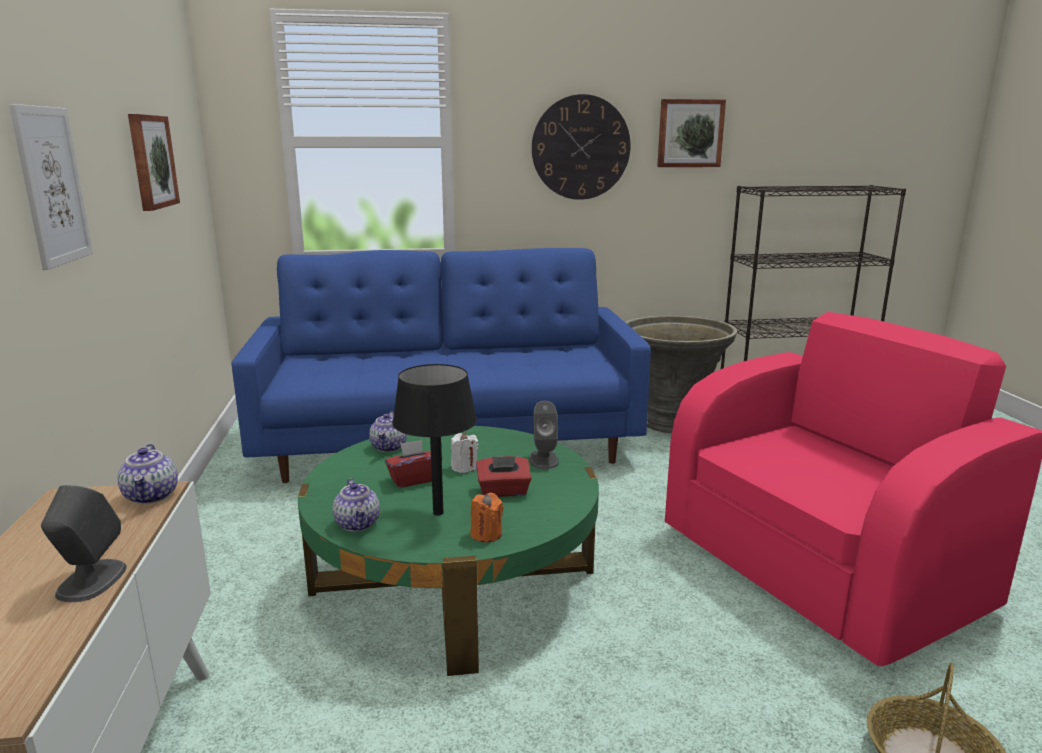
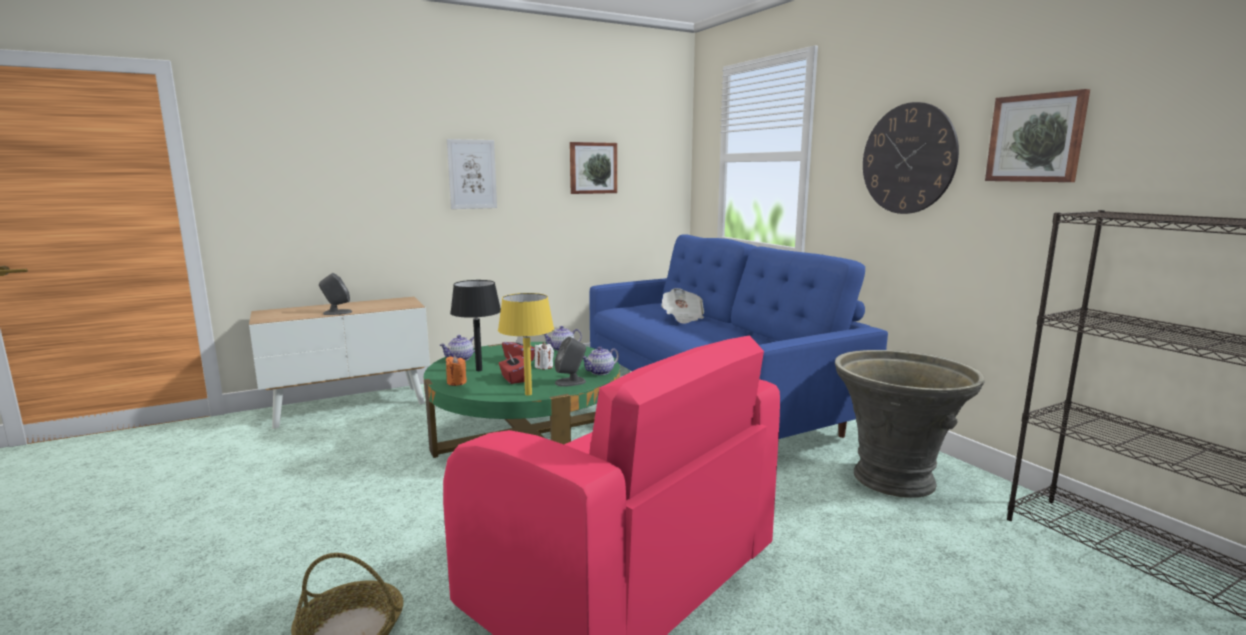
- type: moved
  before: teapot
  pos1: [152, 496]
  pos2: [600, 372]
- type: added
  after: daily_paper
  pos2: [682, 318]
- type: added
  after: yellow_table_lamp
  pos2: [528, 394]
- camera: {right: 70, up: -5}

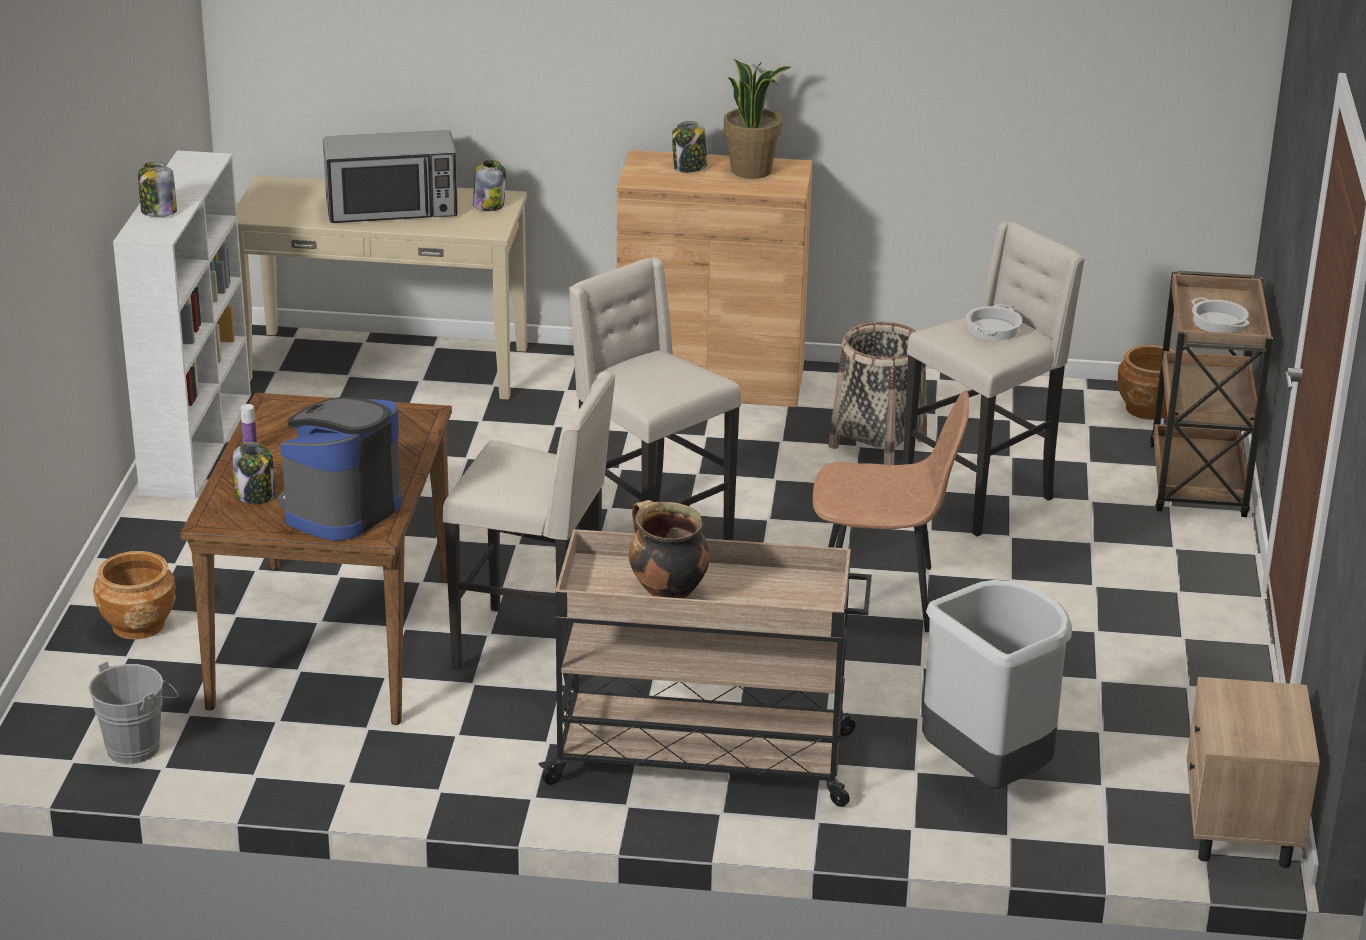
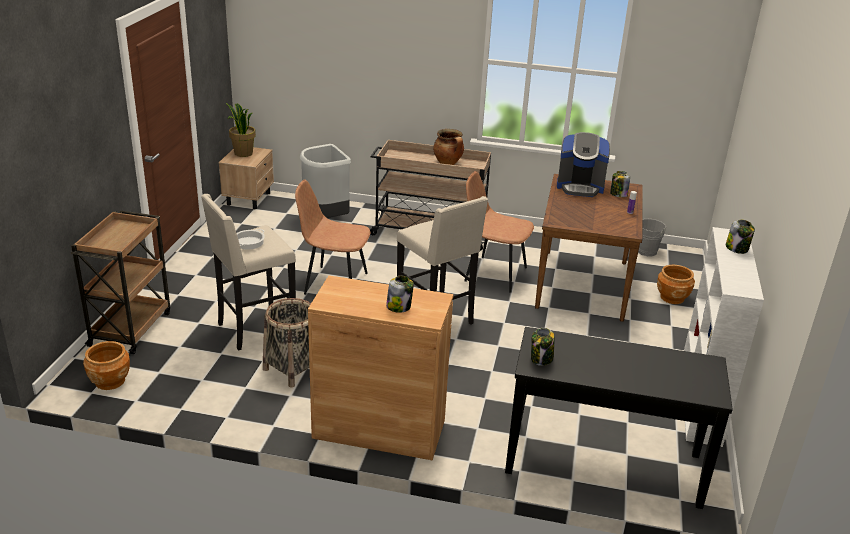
- type: moved
  before: houseplant
  pos1: [752, 170]
  pos2: [243, 153]
- type: removed
  before: kitchen_microwave
  pos1: [392, 209]
- type: recoloured
  before: sand-coloured_hall_table
  after: black_hall_table
  pos1: [386, 364]
  pos2: [603, 464]
- type: removed
  before: cooking_pot
  pos1: [1219, 322]
- type: replaced
  before: sand-coloured_stool
  after: brown_plain_chair
  pos1: [534, 649]
  pos2: [494, 274]
- type: turned
  before: coffee_machine
  pos1: [341, 509]
  pos2: [580, 187]
  turn: 60
- camera: {right: -175, up: 0}

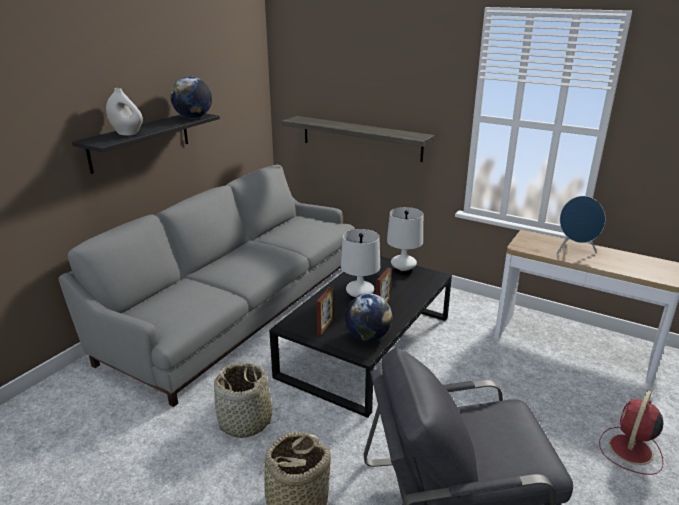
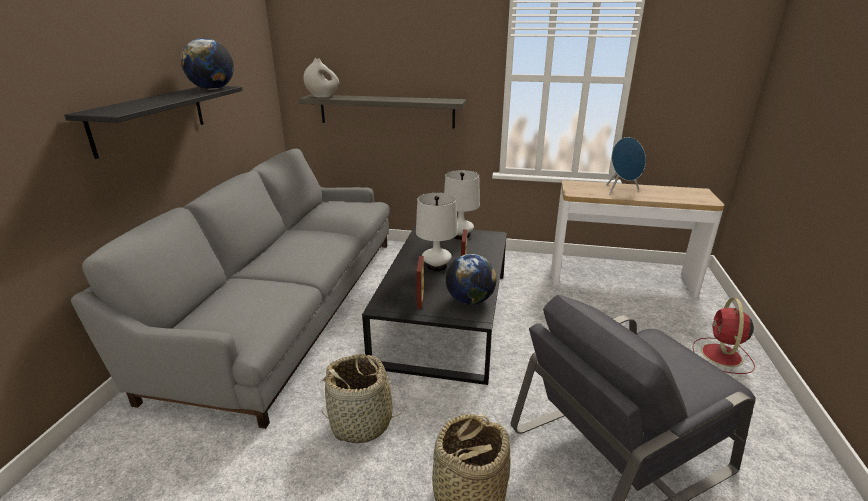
- type: moved
  before: whitish_decorative_vase
  pos1: [127, 133]
  pos2: [322, 96]
- camera: {right: -20, up: 0}

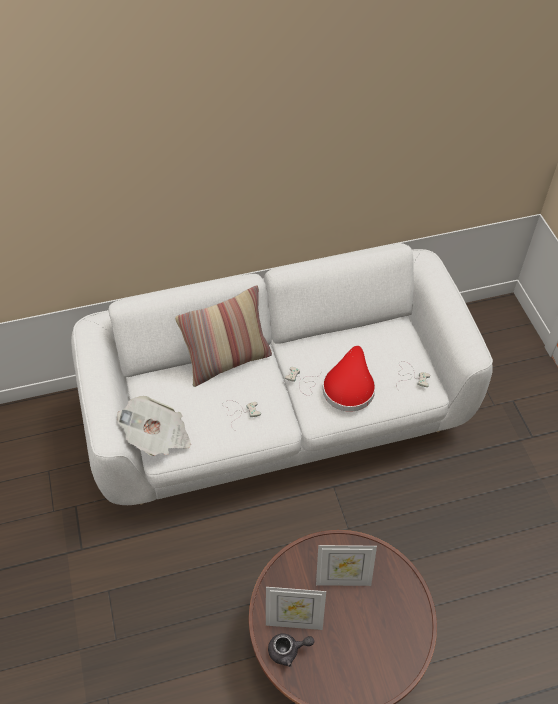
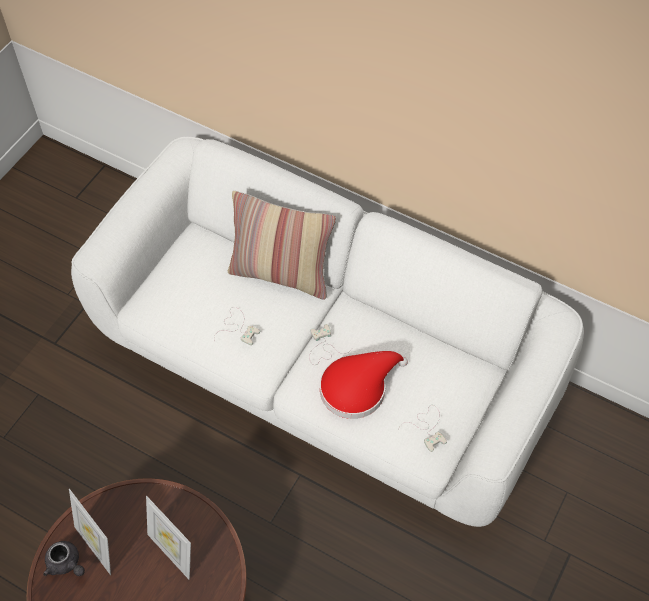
- type: removed
  before: daily_paper
  pos1: [158, 437]
- camera: {right: 45, up: 5}

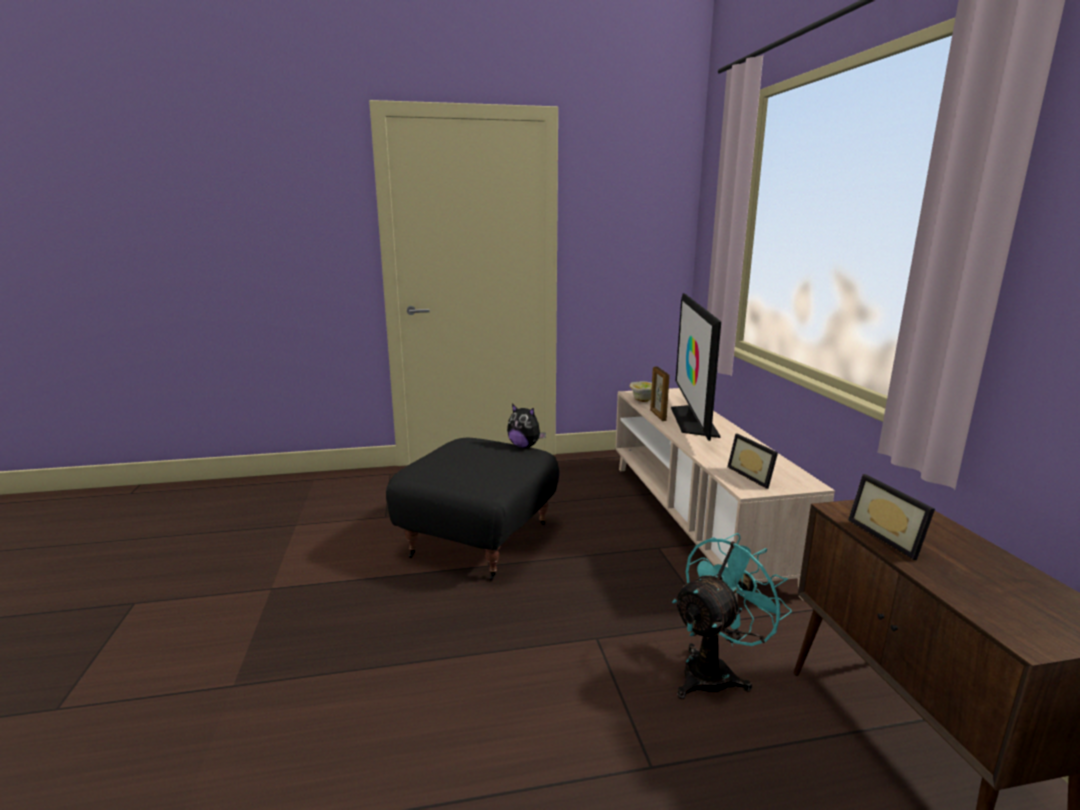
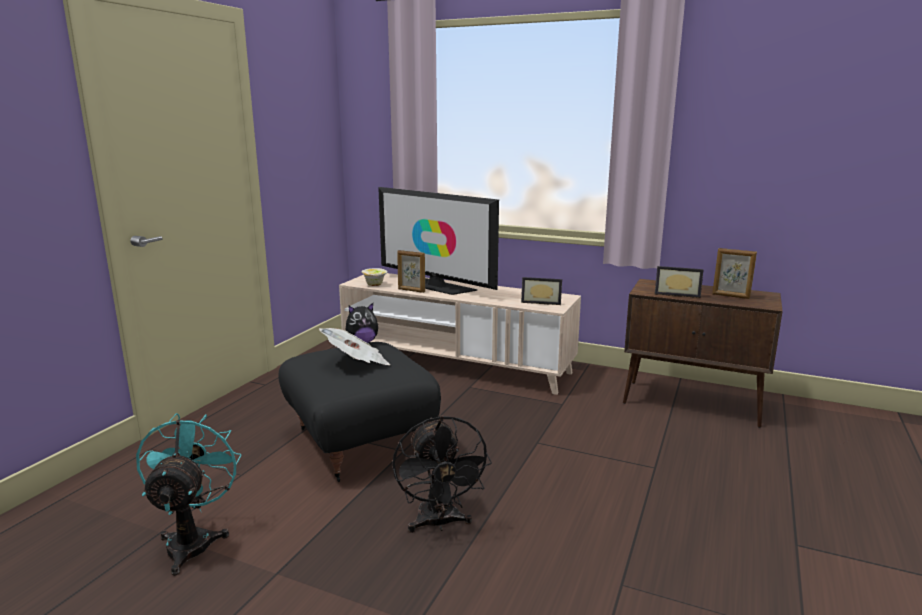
- type: moved
  before: turquoise-coloured_fan
  pos1: [715, 672]
  pos2: [193, 540]
- type: added
  after: photo_frame
  pos2: [730, 296]
- type: added
  after: daily_paper
  pos2: [356, 363]
- type: added
  after: black_fan
  pos2: [439, 523]
- camera: {right: -55, up: 0}

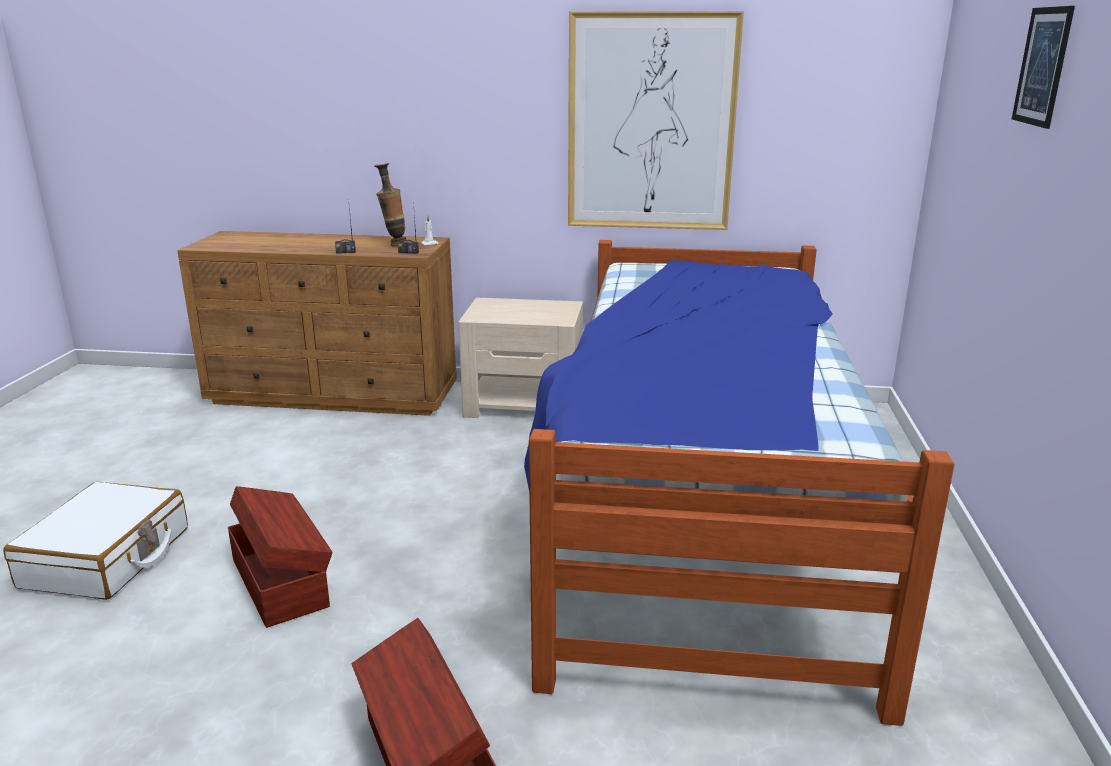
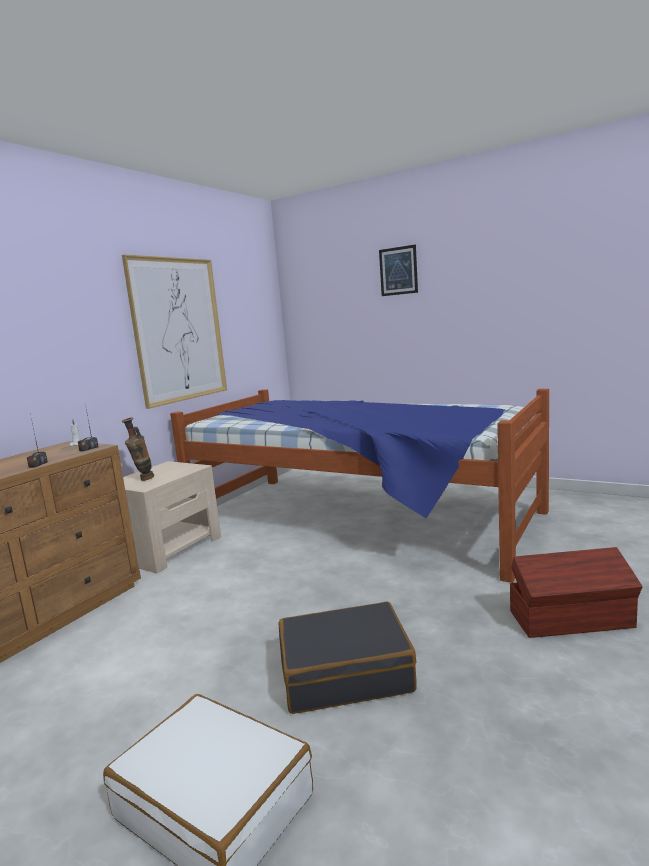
- type: moved
  before: decorative_vase
  pos1: [394, 245]
  pos2: [143, 480]
- type: replaced
  before: brown_storage_bin
  after: black_suitcase
  pos1: [281, 581]
  pos2: [345, 672]
- camera: {right: -65, up: -10}

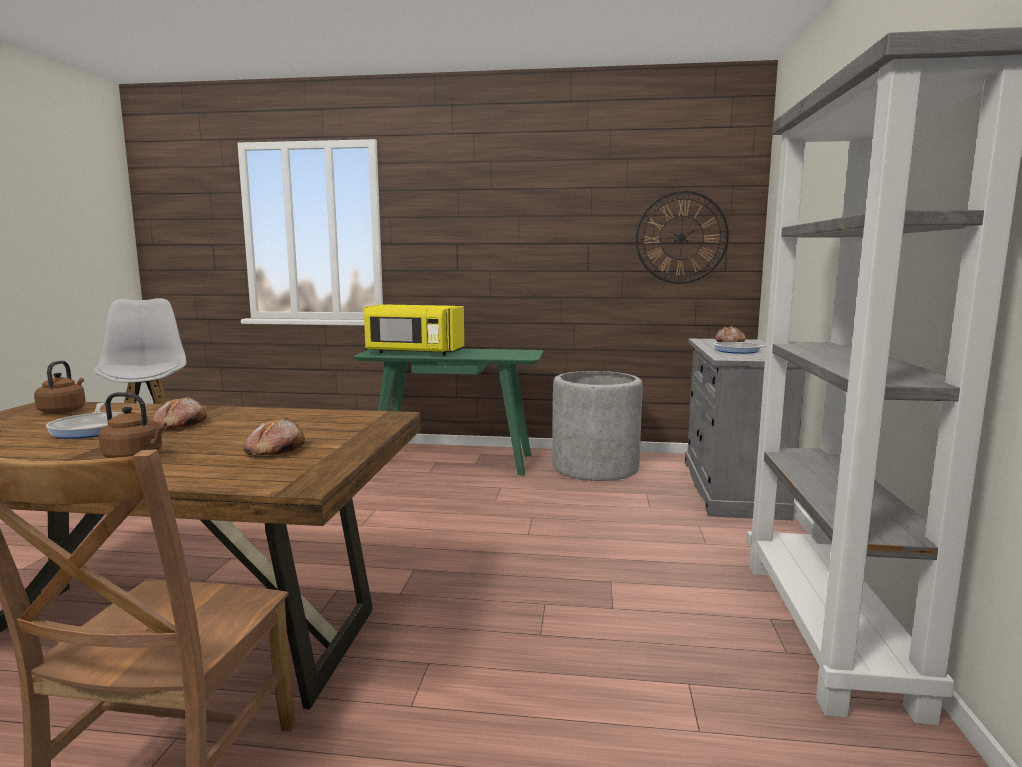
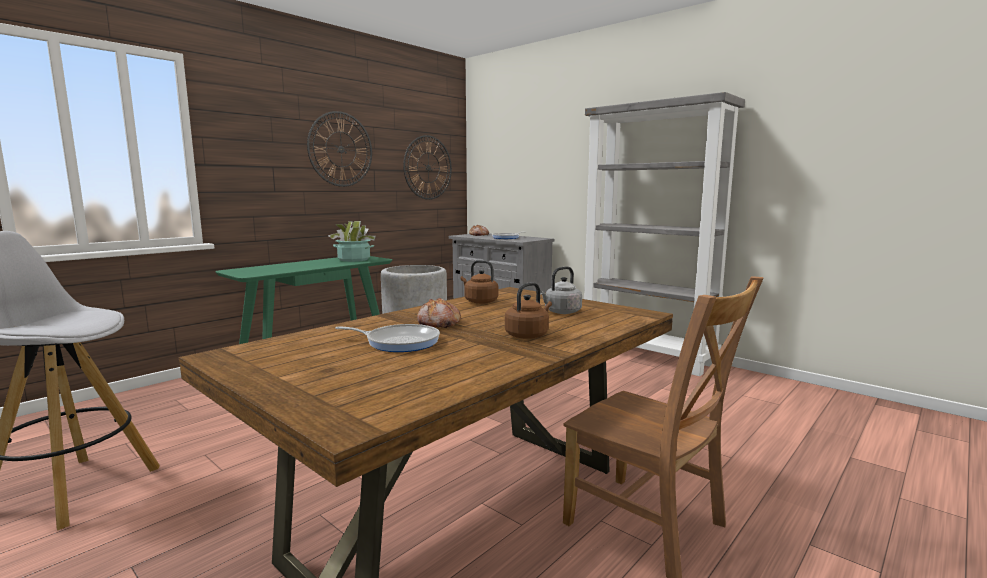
- type: removed
  before: yellow_kitchen_microwave
  pos1: [413, 352]
- type: moved
  before: brown_kettle
  pos1: [64, 411]
  pos2: [479, 301]
- type: replaced
  before: baked_bread
  after: grey_kettle
  pos1: [274, 450]
  pos2: [561, 312]
- type: added
  after: clock_on_the_wall
  pos2: [341, 149]
- type: added
  after: houseplant
  pos2: [354, 259]
- camera: {right: -55, up: 0}

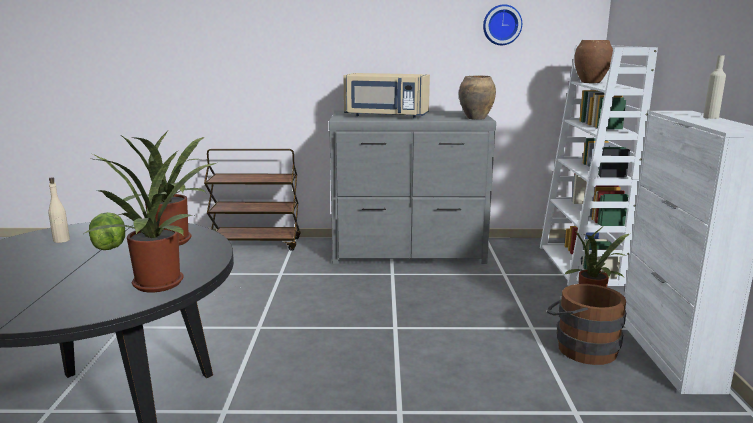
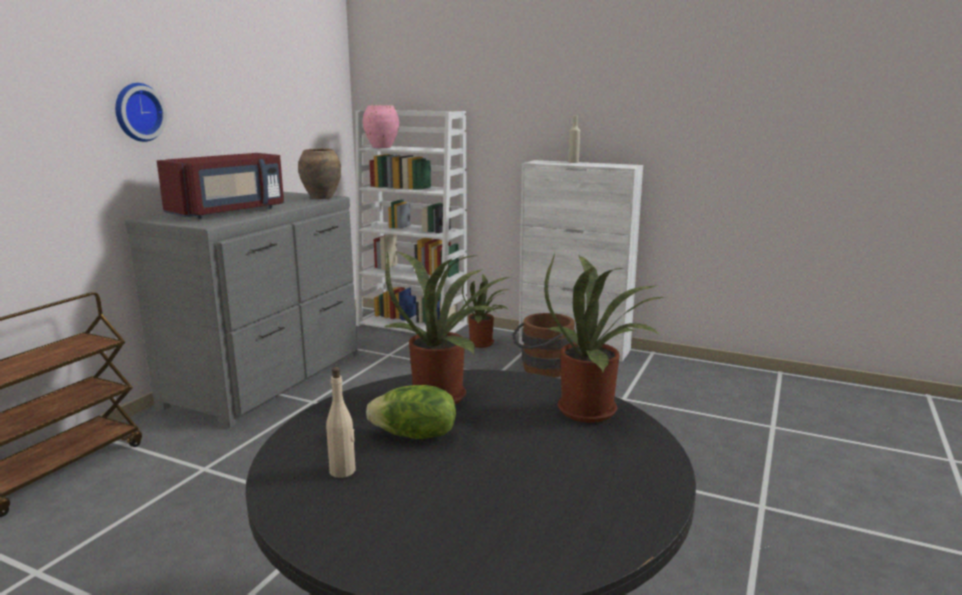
- type: moved
  before: clock_on_the_wall
  pos1: [501, 25]
  pos2: [137, 112]
- type: recoloured
  before: brown_decorative_vase
  after: pink-coloured_decorative_vase
  pos1: [590, 82]
  pos2: [381, 147]
- type: recoloured
  before: sand-coloured_kitchen_microwave
  after: red_kitchen_microwave
  pos1: [386, 115]
  pos2: [229, 212]
- camera: {right: -65, up: 0}

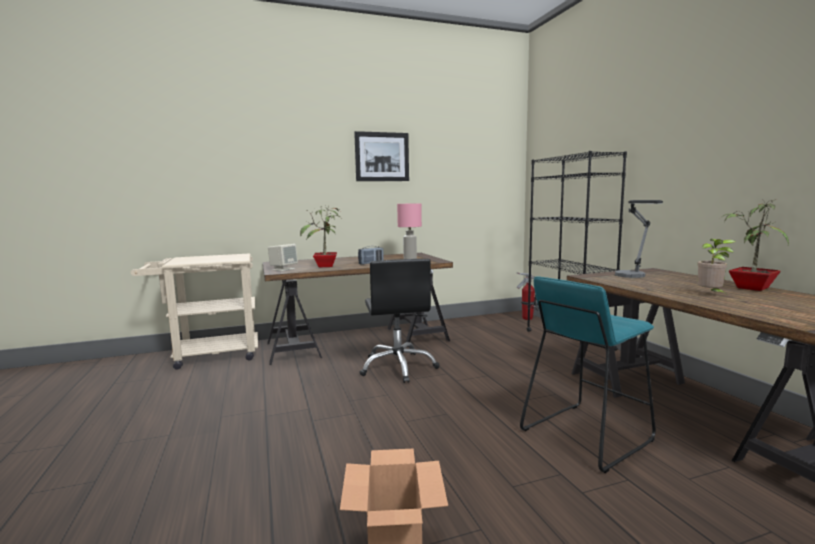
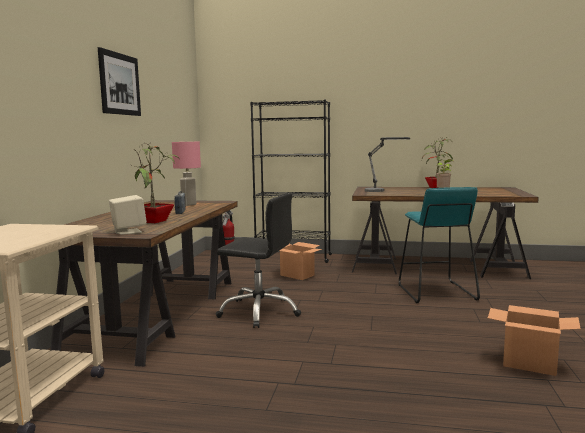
- type: added
  after: cardboard_box
  pos2: [297, 275]
- camera: {right: -60, up: 0}

